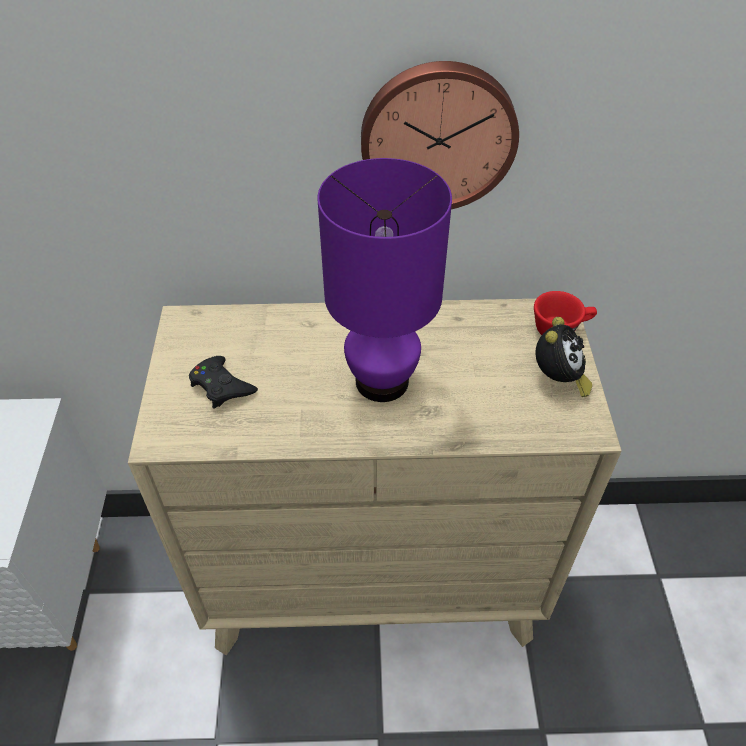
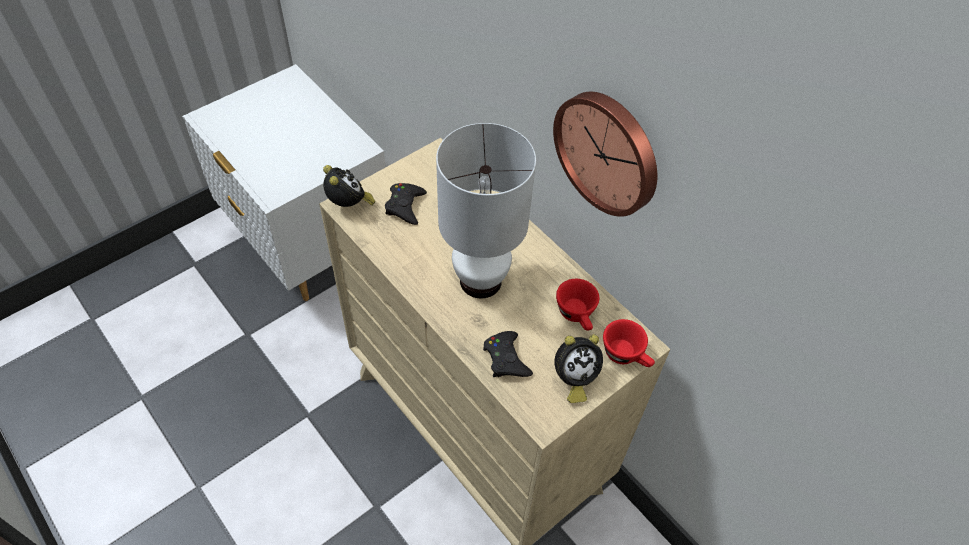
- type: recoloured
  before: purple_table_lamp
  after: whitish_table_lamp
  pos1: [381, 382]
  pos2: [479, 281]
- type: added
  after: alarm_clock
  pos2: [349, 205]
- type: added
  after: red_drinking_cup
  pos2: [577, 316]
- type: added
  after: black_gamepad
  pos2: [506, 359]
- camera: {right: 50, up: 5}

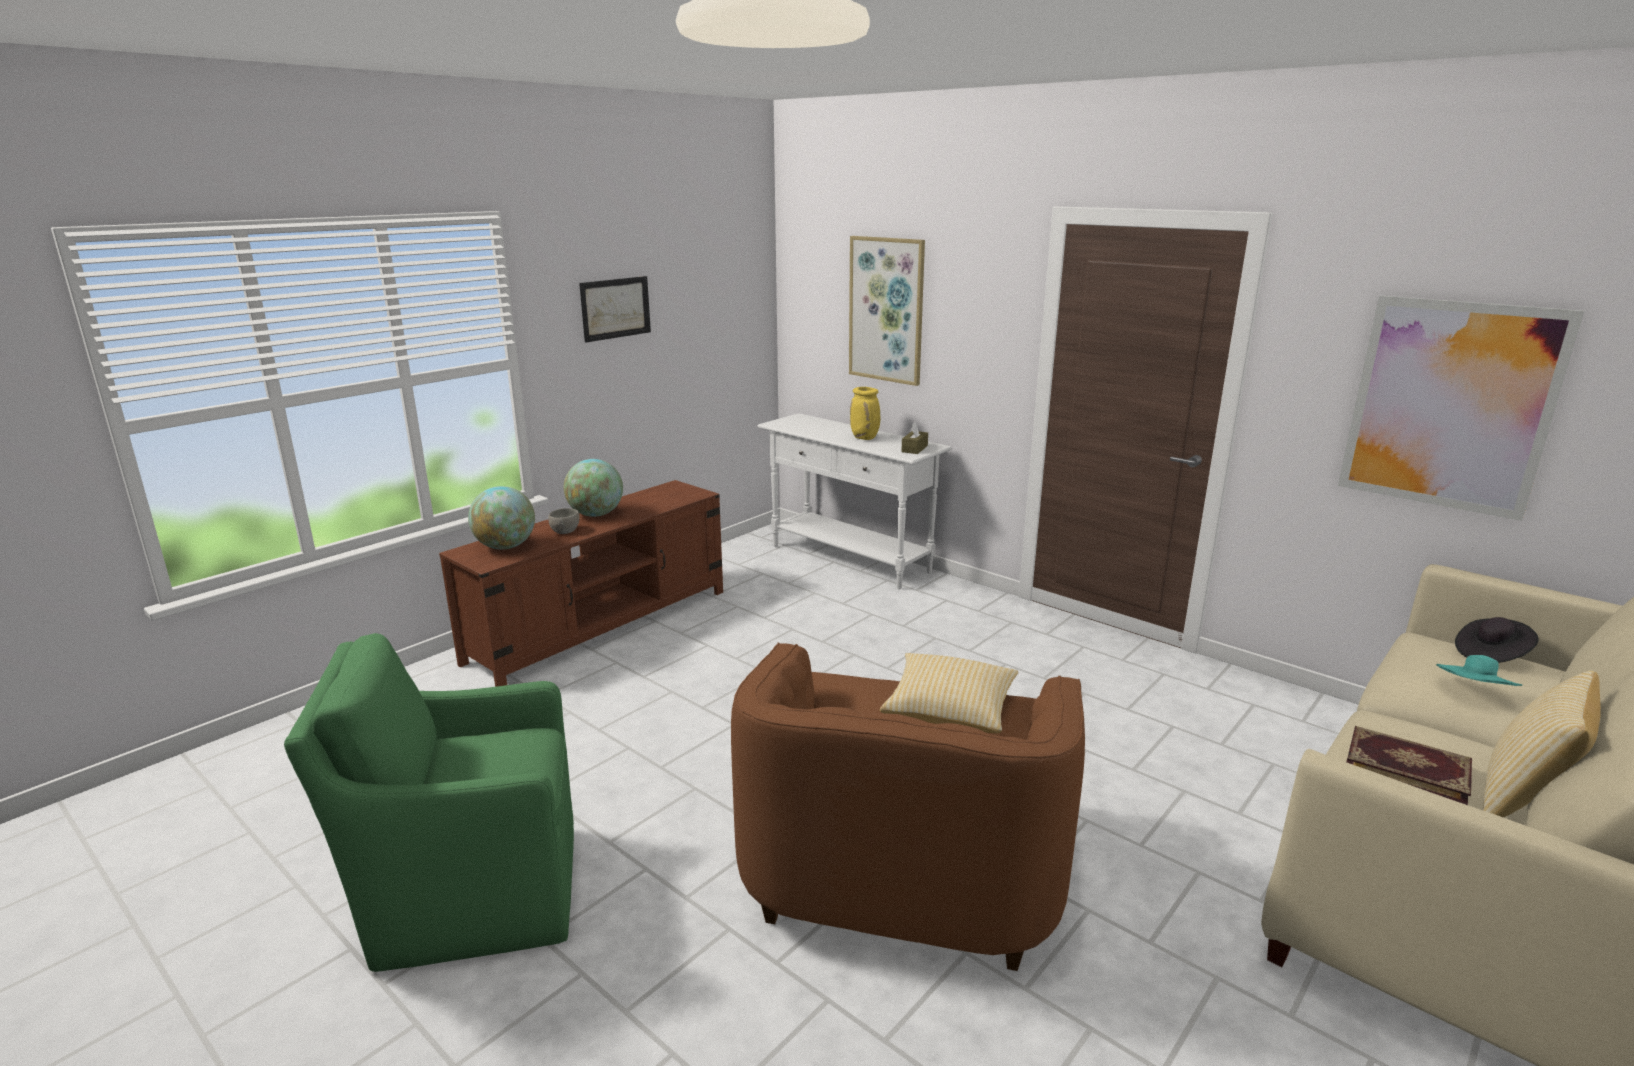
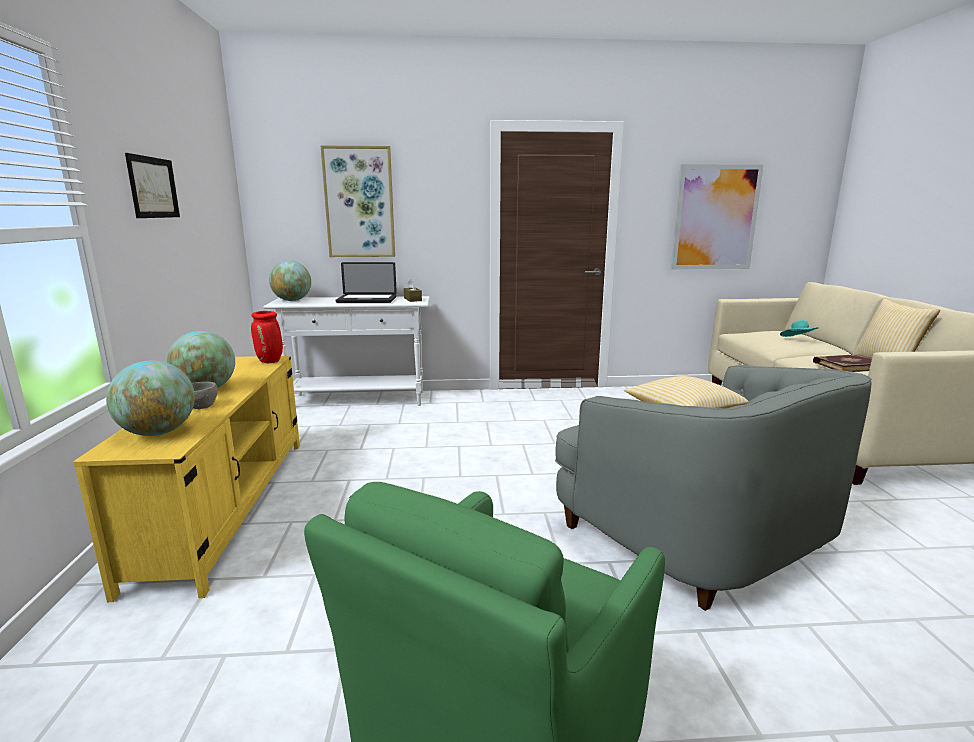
- type: replaced
  before: yellow_decorative_vase
  after: notebook_computer
  pos1: [865, 438]
  pos2: [366, 300]
- type: recoloured
  before: brown_tv_stand
  after: yellow_tv_stand
  pos1: [602, 626]
  pos2: [228, 504]
- type: removed
  before: black_hat
  pos1: [1491, 654]
- type: recoloured
  before: brown_armchair
  after: grey_armchair
  pos1: [907, 866]
  pos2: [695, 532]
- type: added
  after: world_globe
  pos2: [292, 300]
- type: added
  after: red_decorative_vase
  pos2: [270, 361]
- camera: {right: -45, up: -5}

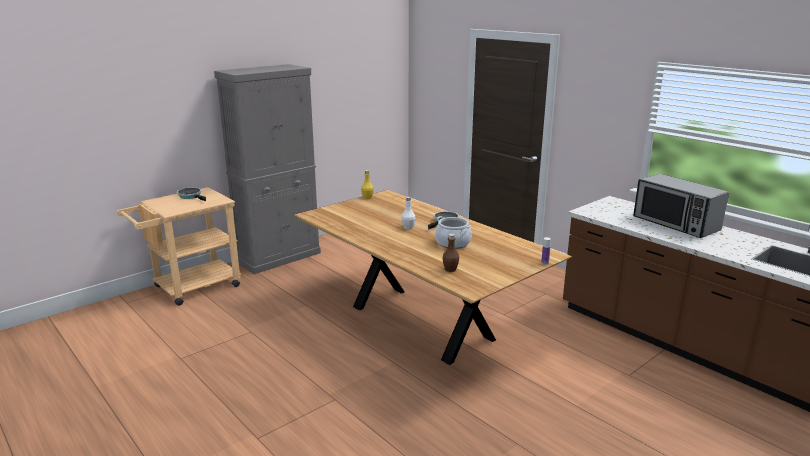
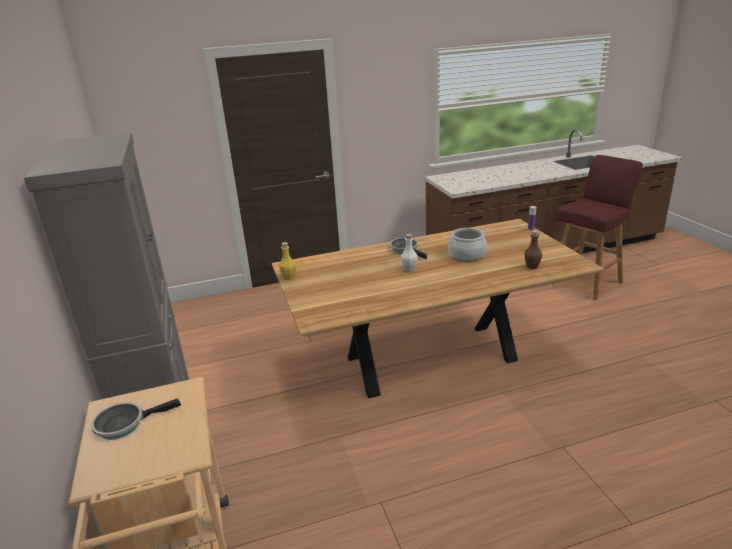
- type: removed
  before: kitchen_microwave
  pos1: [675, 224]
- type: added
  after: red_stool
  pos2: [587, 282]
- camera: {right: -65, up: 5}

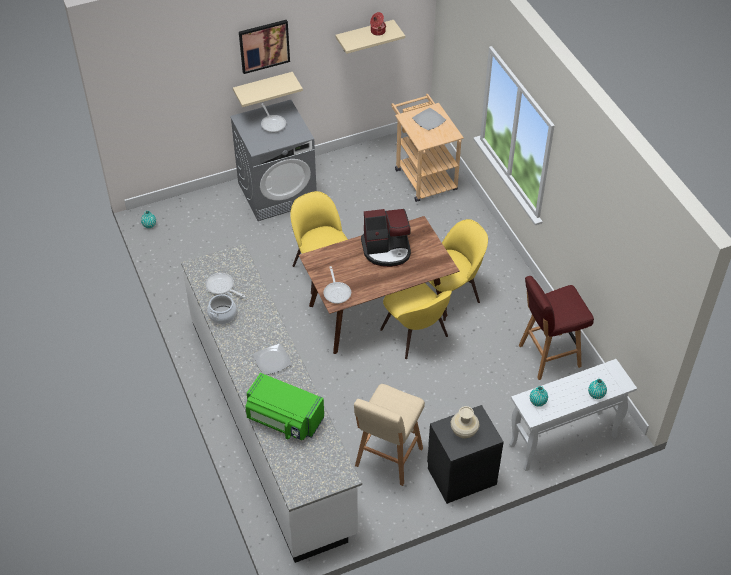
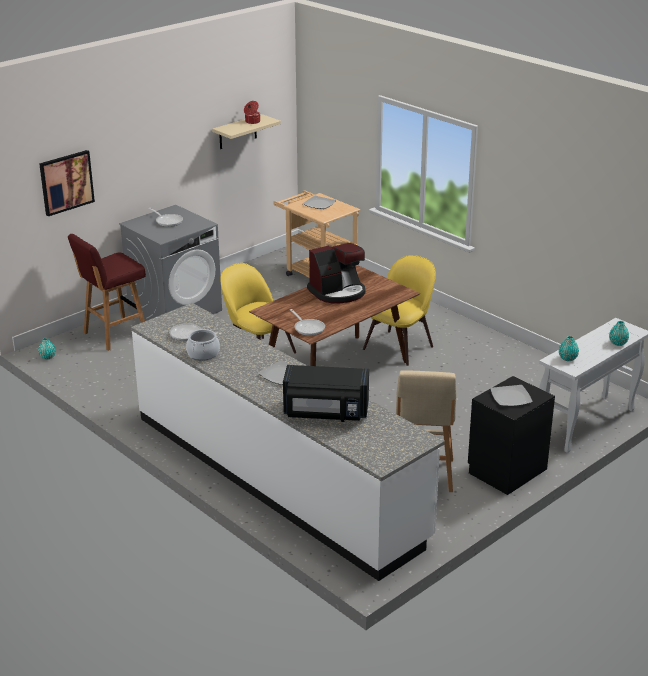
- type: moved
  before: picture
  pos1: [264, 46]
  pos2: [66, 182]
- type: removed
  before: sand-coloured_bracket_shelf
  pos1: [263, 88]
- type: moved
  before: red_stool
  pos1: [547, 356]
  pos2: [114, 335]
- type: removed
  before: yellow_plain_chair
  pos1: [415, 335]
- type: recoloured
  before: green_kitchen_microwave
  after: black_kitchen_microwave
  pos1: [284, 419]
  pos2: [325, 413]
- type: replaced
  before: sand-coloured_decorative_vase
  after: flat_dish
  pos1: [464, 432]
  pos2: [511, 397]
- camera: {right: -20, up: -20}

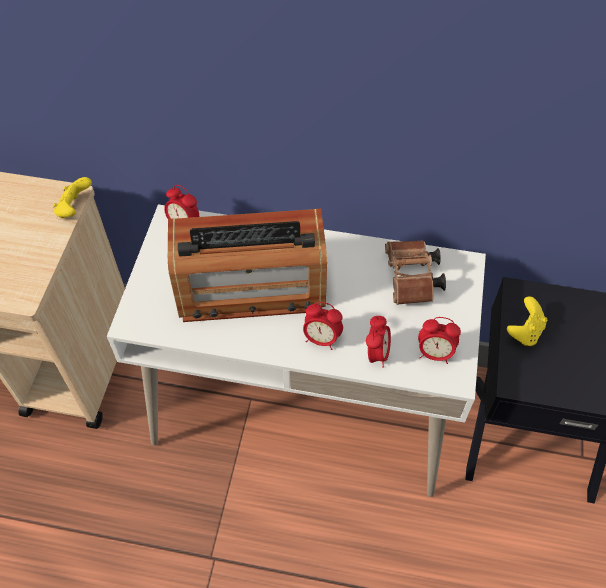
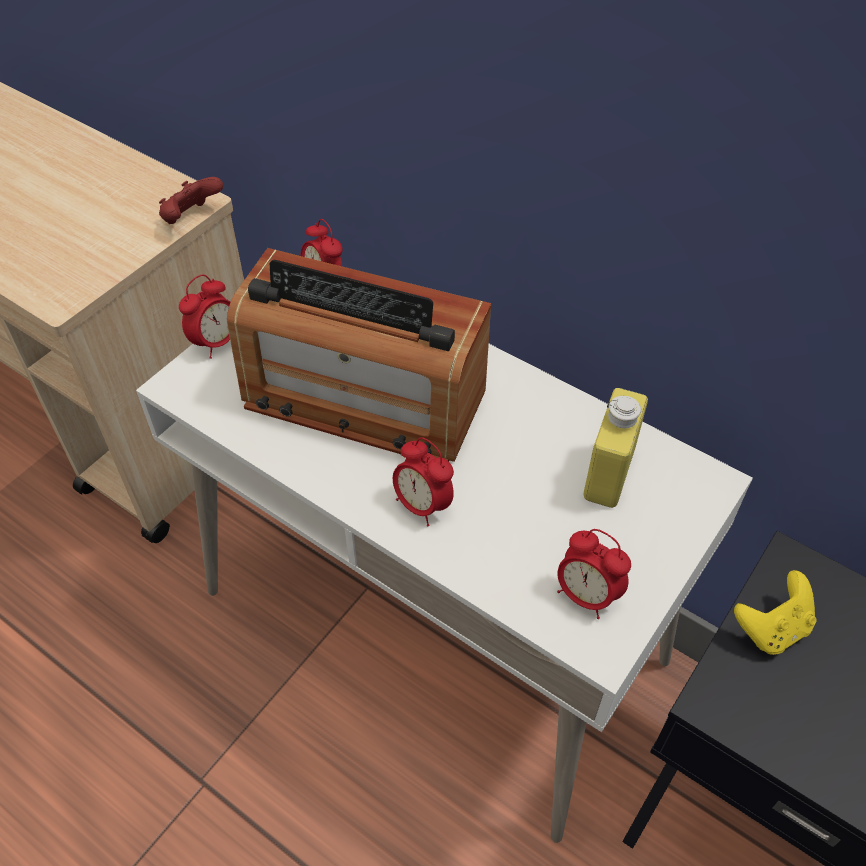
- type: recoloured
  before: yellow_gamepad
  after: red_gamepad
  pos1: [74, 209]
  pos2: [191, 218]
- type: replaced
  before: brown_binoculars
  after: yellow_bottle
  pos1: [411, 280]
  pos2: [608, 474]
- type: moved
  before: alarm_clock
  pos1: [376, 354]
  pos2: [216, 342]
- camera: {right: 25, up: -5}

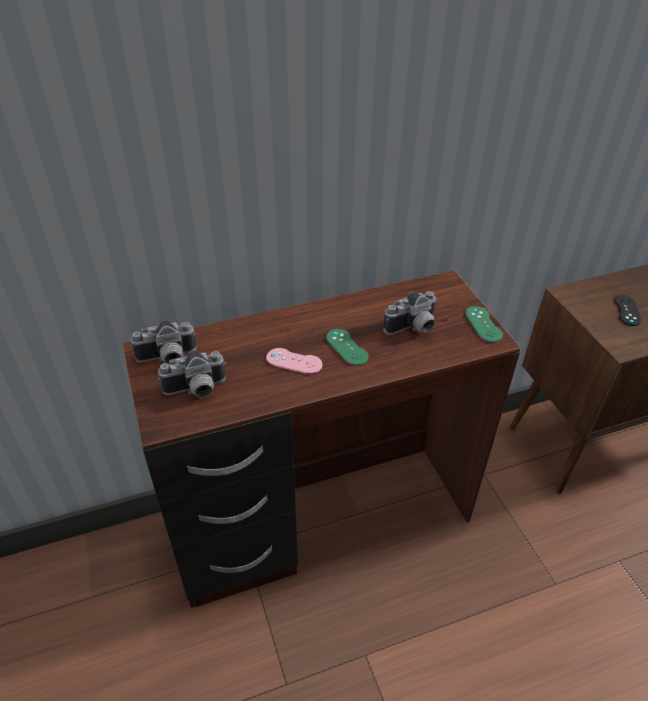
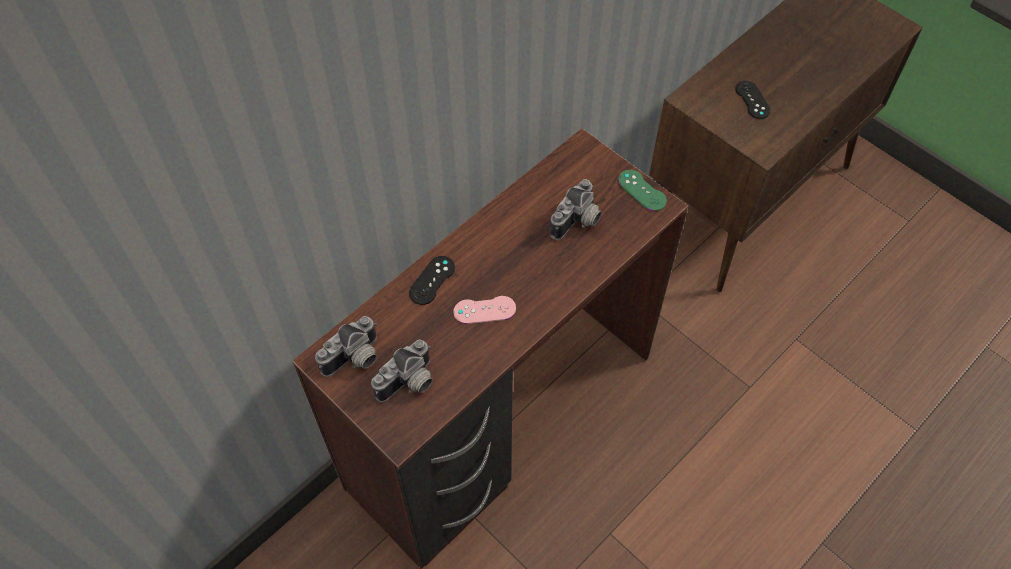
- type: removed
  before: green_gamepad
  pos1: [346, 347]
- type: added
  after: black_gamepad
  pos2: [432, 280]
- camera: {right: -25, up: 15}

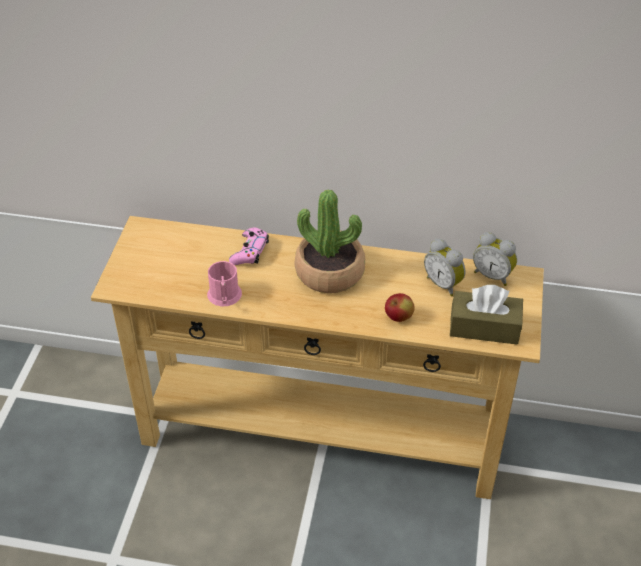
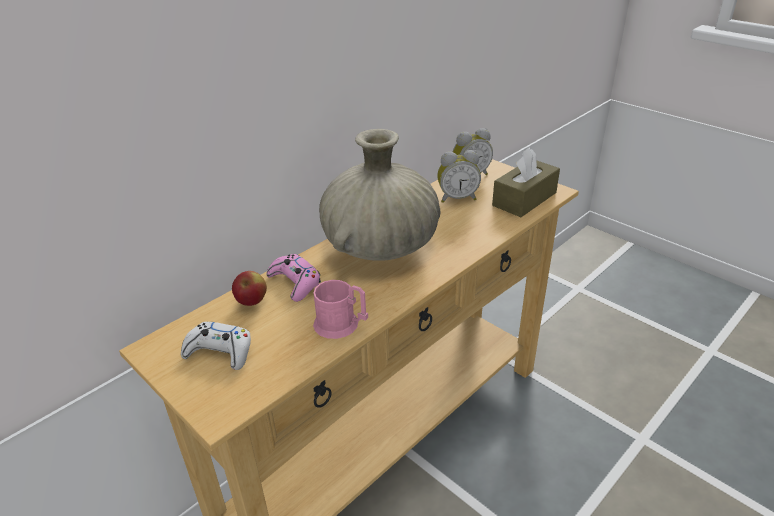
- type: replaced
  before: houseplant
  after: sand-coloured_decorative_vase
  pos1: [330, 272]
  pos2: [380, 246]
- type: moved
  before: apple_fruit
  pos1: [398, 317]
  pos2: [252, 302]
- type: added
  after: whitish_gamepad
  pos2: [220, 352]
- camera: {right: -55, up: -10}

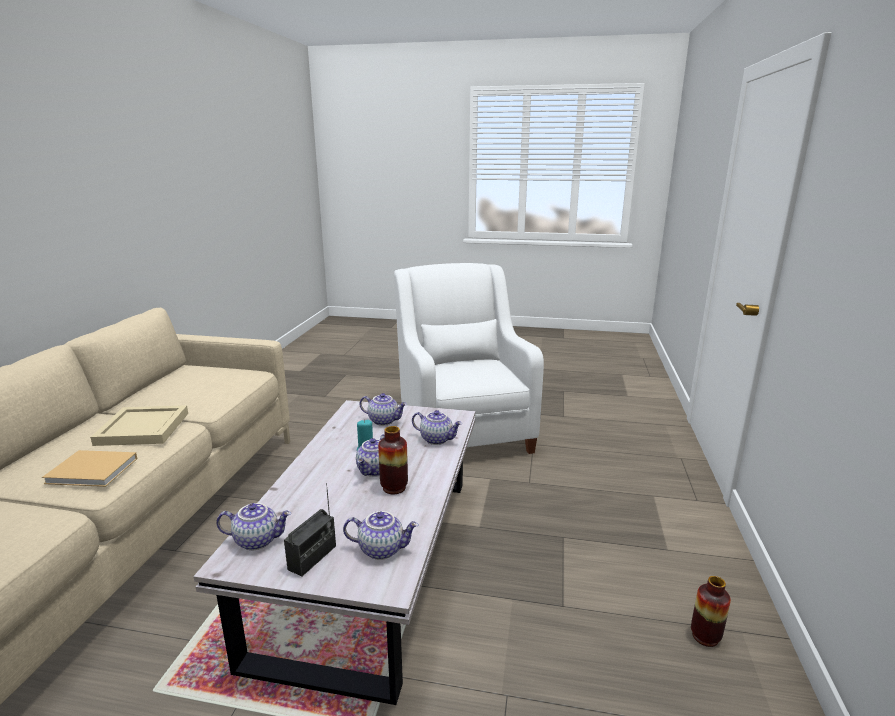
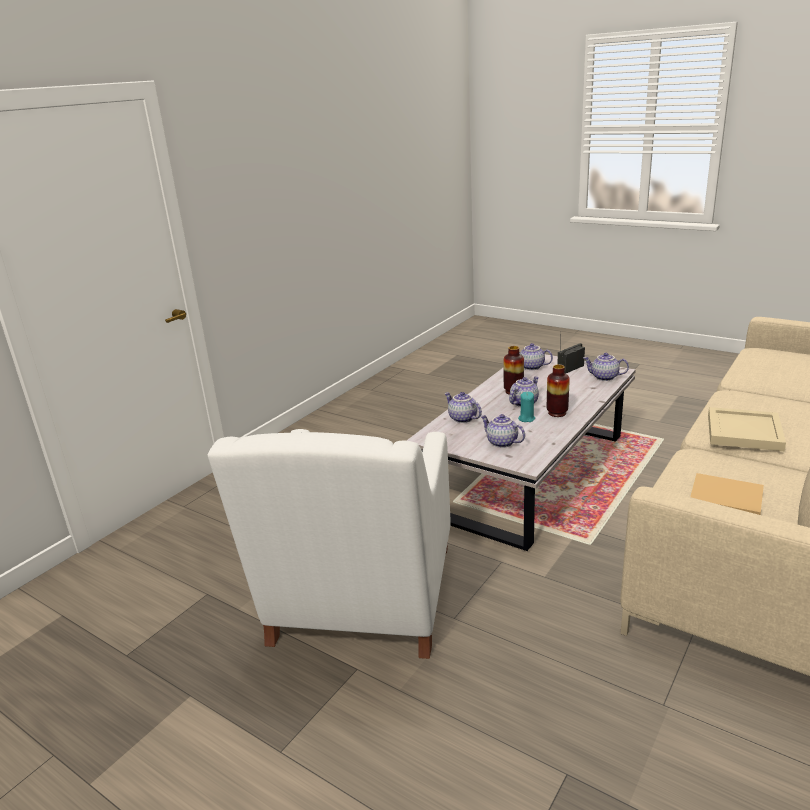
- type: moved
  before: sand-coloured_volume
  pos1: [94, 471]
  pos2: [723, 497]
- type: moved
  before: decorative_vase
  pos1: [705, 637]
  pos2: [557, 413]
- camera: {right: -155, up: 5}

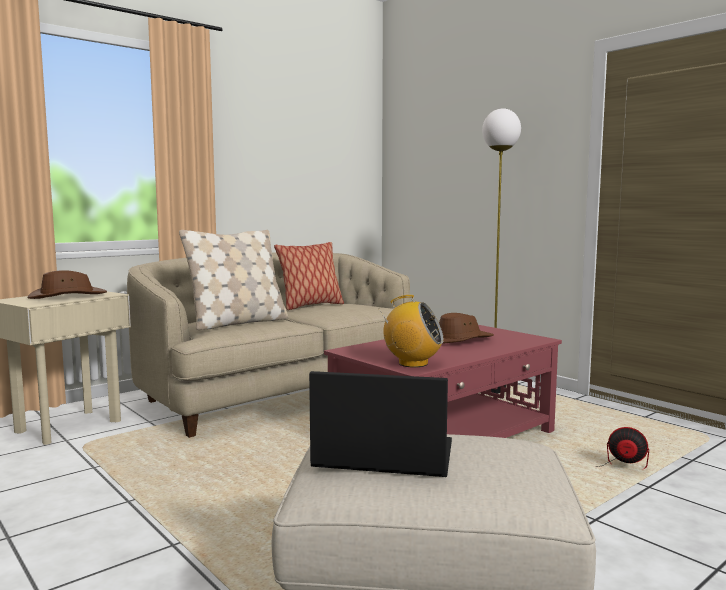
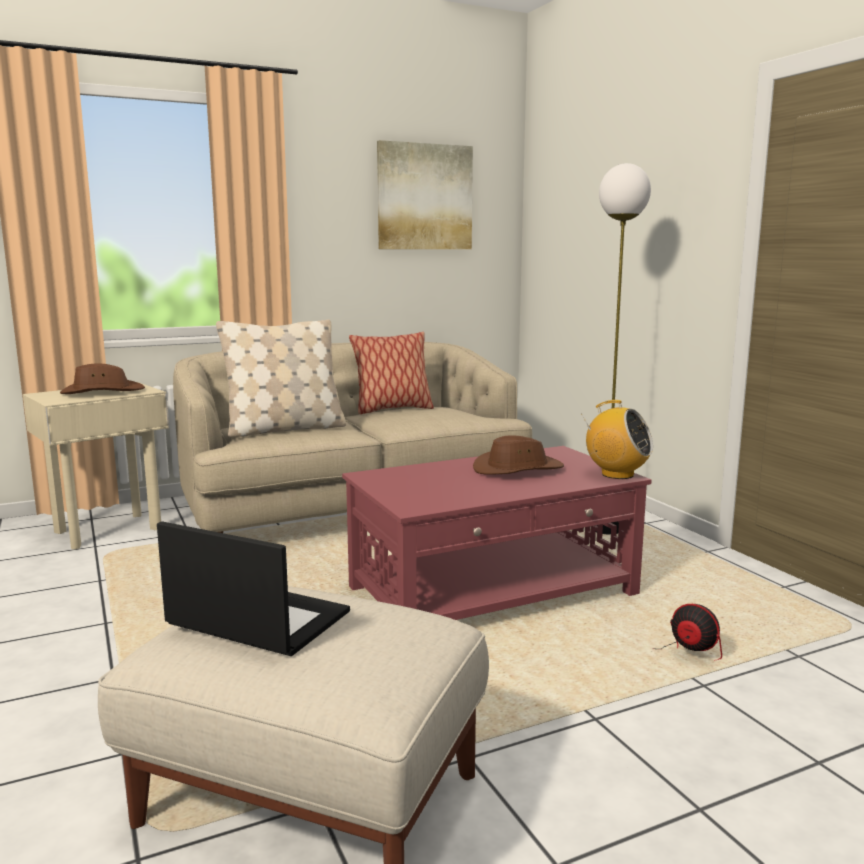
- type: moved
  before: radio
  pos1: [412, 363]
  pos2: [616, 474]
- type: added
  after: picture
  pos2: [424, 197]
- camera: {right: 15, up: 5}

